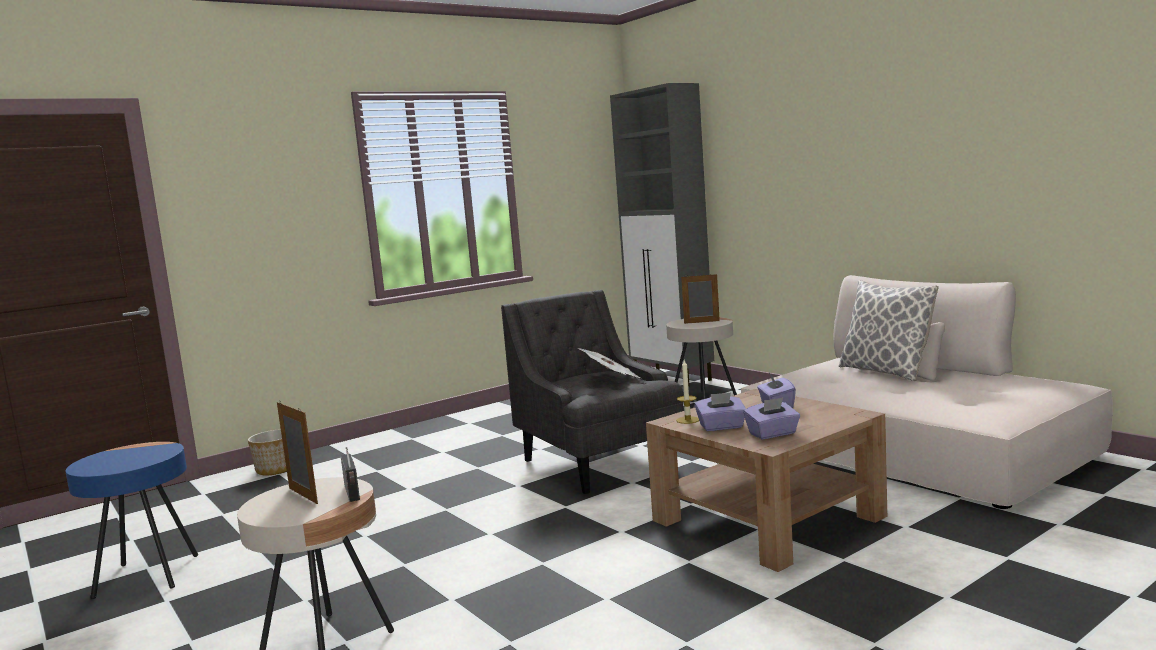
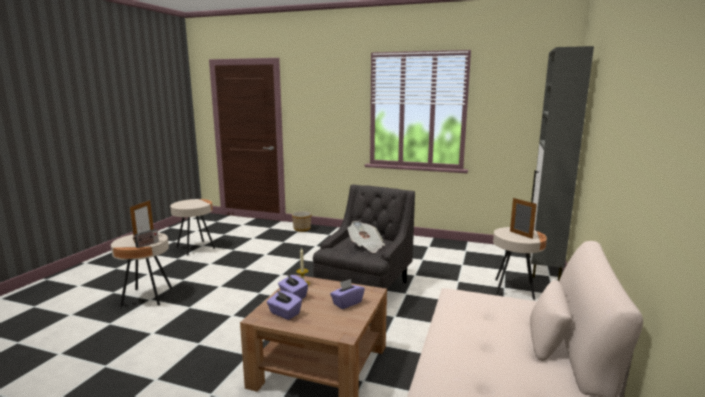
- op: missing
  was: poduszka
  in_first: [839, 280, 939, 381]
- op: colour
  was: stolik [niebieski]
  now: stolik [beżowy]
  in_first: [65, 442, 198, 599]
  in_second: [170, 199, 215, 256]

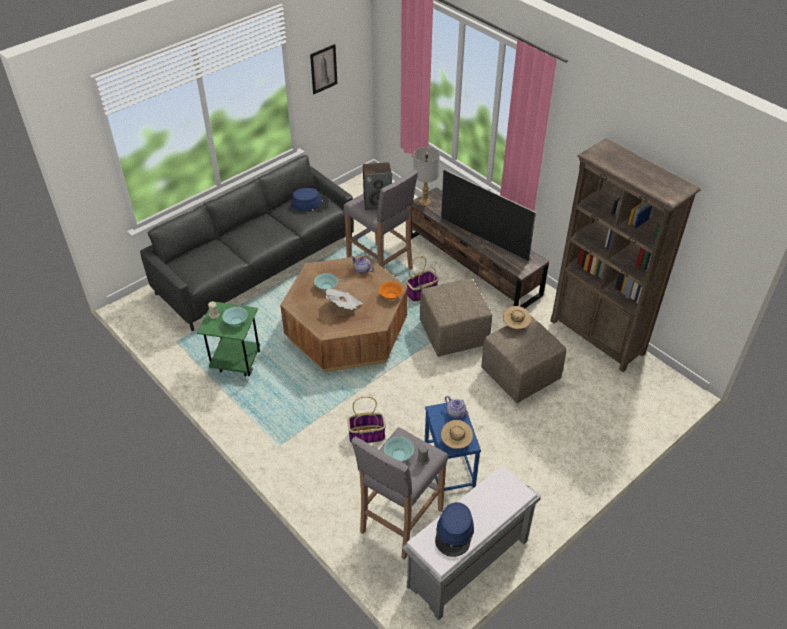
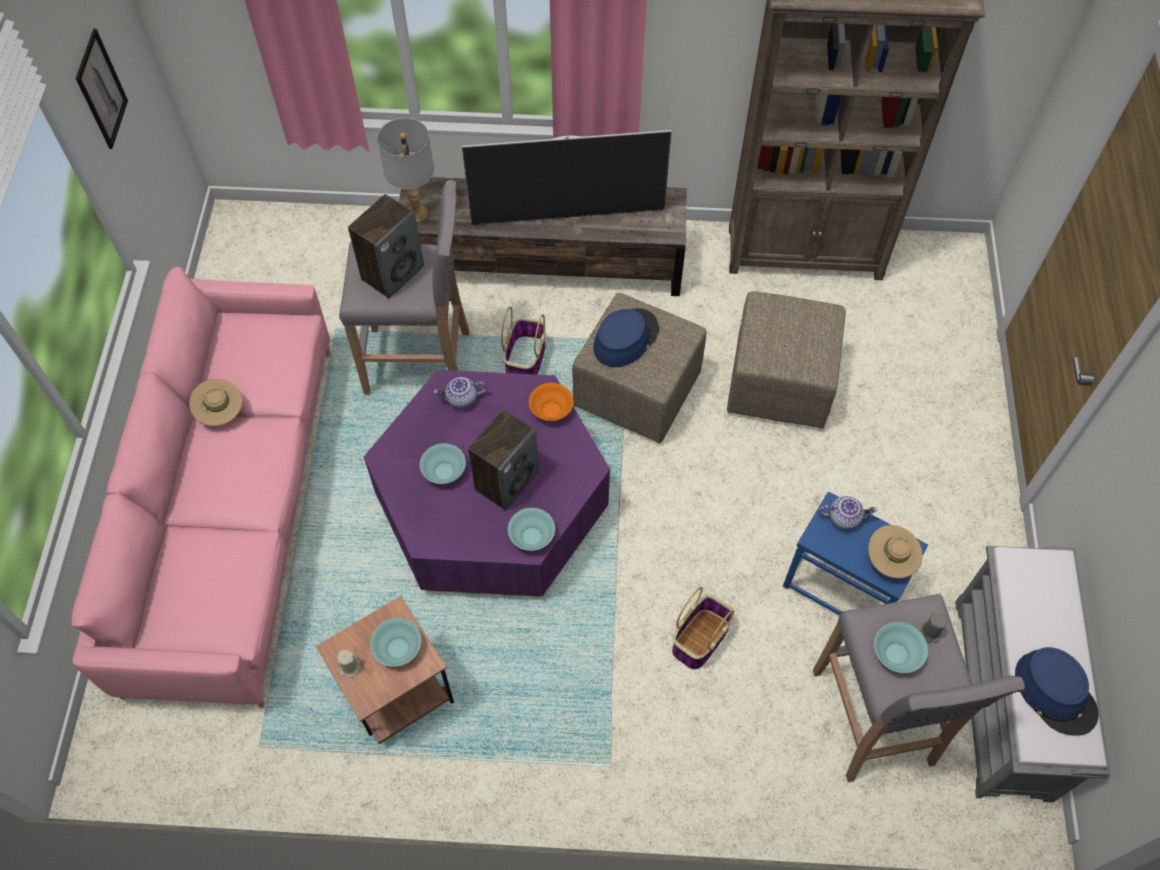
- op: appeared
  now: miska [turkusowy]
  in_second: [508, 508, 555, 551]
- op: relocated
  was: kapelusz [niebieski]
  in_first: [291, 188, 329, 212]
  in_second: [593, 308, 659, 367]
- op: relocated
  was: kapelusz [beżowy]
  in_first: [503, 306, 531, 329]
  in_second: [189, 379, 243, 426]
- op: exchanged
  was: gazeta
  now: głośnik
  in_first: [325, 288, 363, 310]
  in_second: [468, 409, 539, 511]
- op: colour
  was: kanapa [szary]
  now: kanapa [różowy]
  in_first: [140, 155, 354, 331]
  in_second: [71, 267, 331, 708]
- op: colour
  was: stolik [zielony]
  now: stolik [brązowy]
  in_first: [197, 301, 260, 376]
  in_second: [316, 596, 454, 744]
- op: colour
  was: ława [brązowy]
  now: ława [fioletowy]
  in_first: [280, 255, 408, 372]
  in_second: [364, 370, 610, 597]

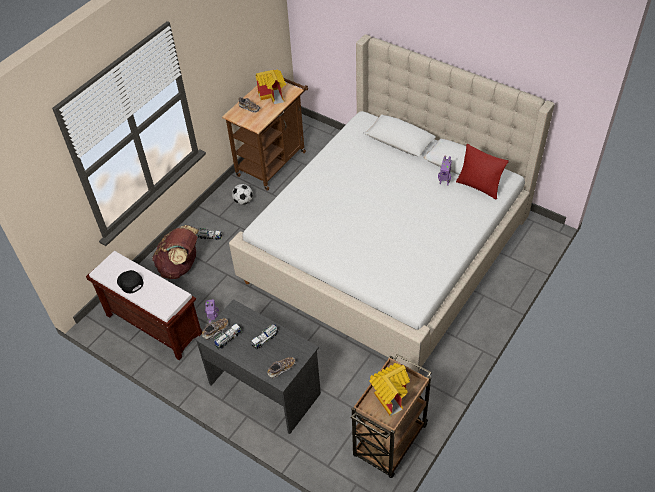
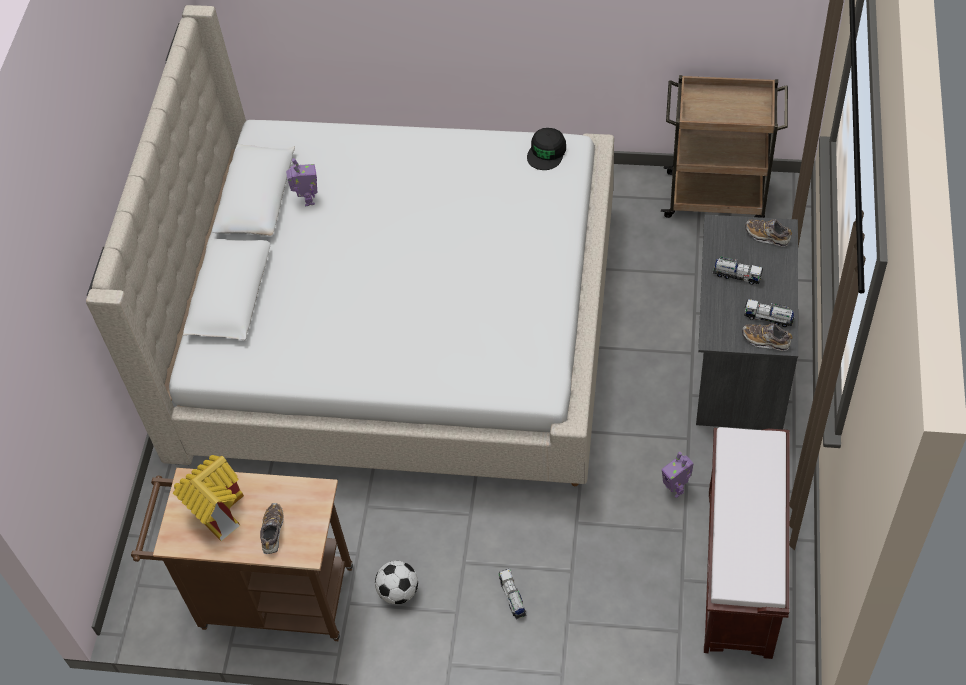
- op: missing
  was: plecak [brązowy]
  in_first: [152, 225, 199, 279]
- op: missing
  was: domek
  in_first: [369, 363, 410, 416]
- op: missing
  was: poduszka [czerwony]
  in_first: [456, 144, 509, 199]
- op: relocated
  was: czapka z daszkiem [czarny]
  in_first: [117, 270, 144, 293]
  in_second: [527, 128, 566, 170]

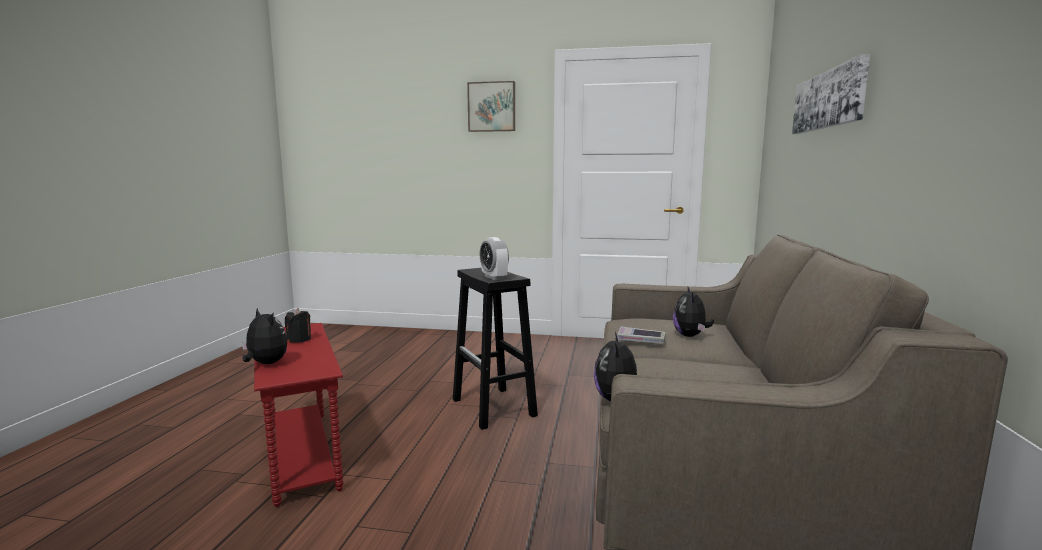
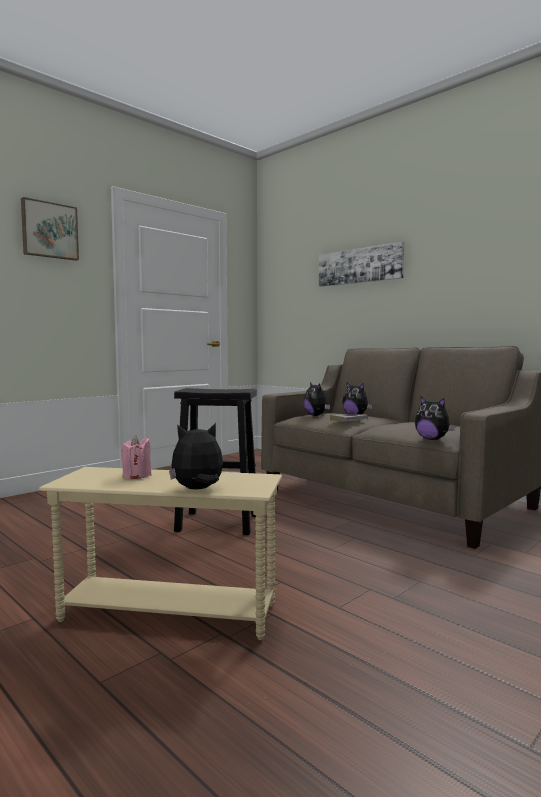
- op: missing
  was: budzik
  in_first: [480, 237, 509, 280]
- op: appeared
  now: pluszak
  in_second: [304, 382, 330, 416]
- op: colour
  was: stolik [czerwony]
  now: stolik [beżowy]
  in_first: [254, 323, 343, 507]
  in_second: [38, 467, 282, 640]
- op: colour
  was: świeca [czarny]
  now: świeca [różowy]
  in_first: [285, 308, 311, 343]
  in_second: [121, 436, 151, 479]

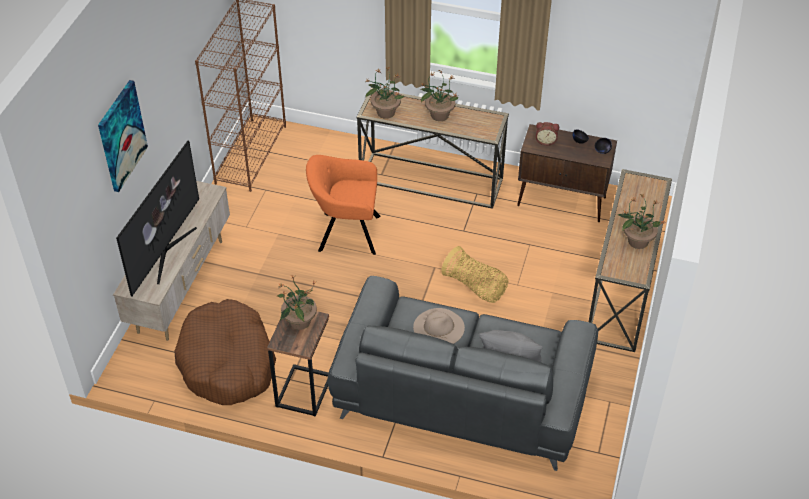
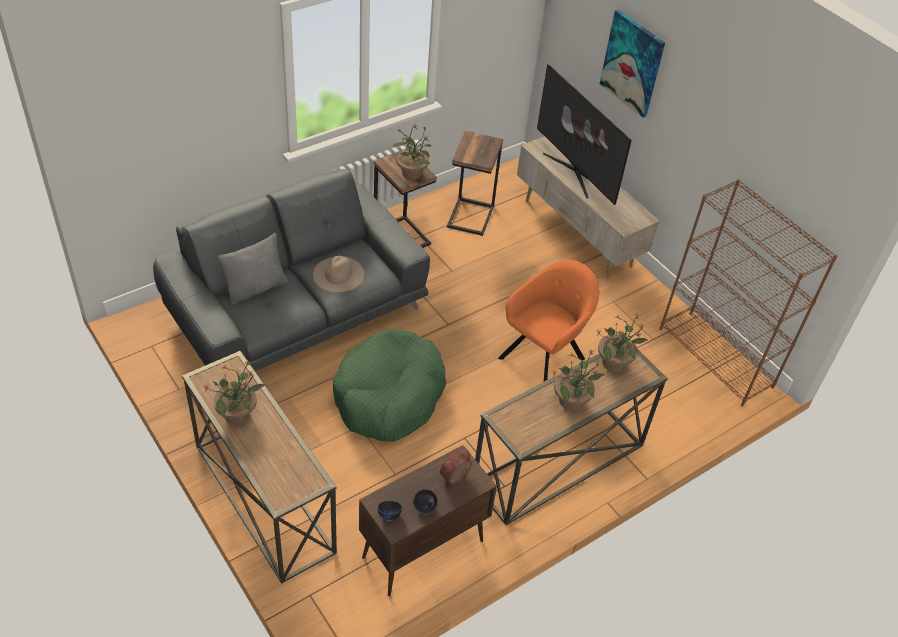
- op: exchanged
  was: legowisko [brązowy]
  now: stolik
  in_first: [174, 299, 276, 405]
  in_second: [447, 131, 503, 236]
- op: exchanged
  was: koszyk
  now: legowisko [zielony]
  in_first: [441, 246, 508, 303]
  in_second: [333, 329, 447, 442]

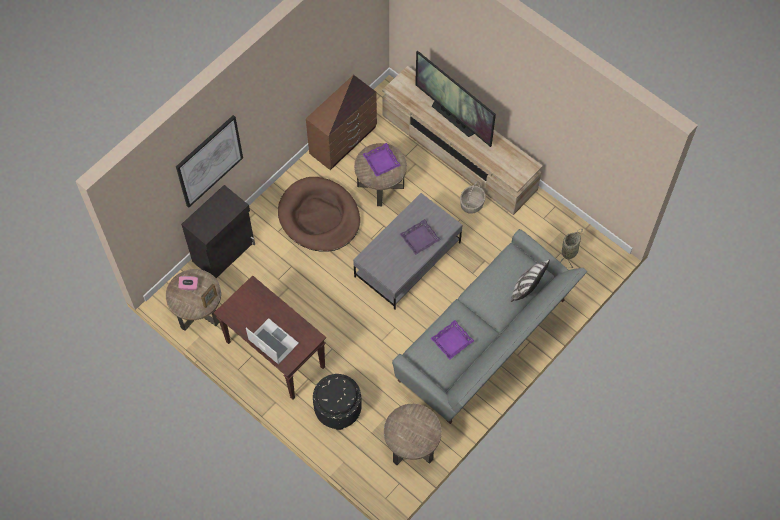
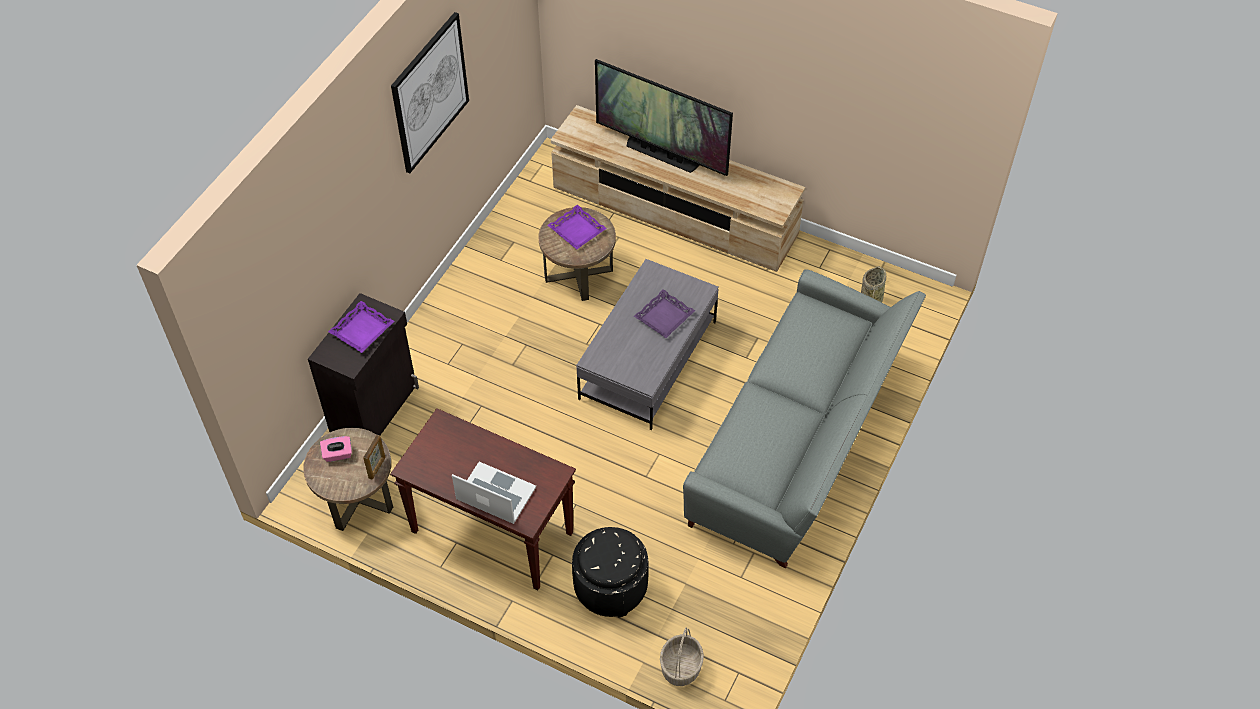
- op: missing
  was: legowisko [brązowy]
  in_first: [278, 177, 360, 252]
- op: missing
  was: komoda [brązowy]
  in_first: [306, 75, 377, 170]
- op: missing
  was: stolik [brązowy]
  in_first: [384, 404, 442, 465]
- op: missing
  was: poduszka
  in_first: [511, 260, 550, 302]
- op: relocated
  was: obraz
  in_first: [176, 115, 243, 208]
  in_second: [391, 12, 469, 173]
- op: relocated
  was: taca [fioletowy]
  in_first: [430, 320, 474, 360]
  in_second: [328, 301, 394, 353]
- op: relocated
  was: koszyk
  in_first: [460, 181, 486, 214]
  in_second: [660, 628, 704, 686]

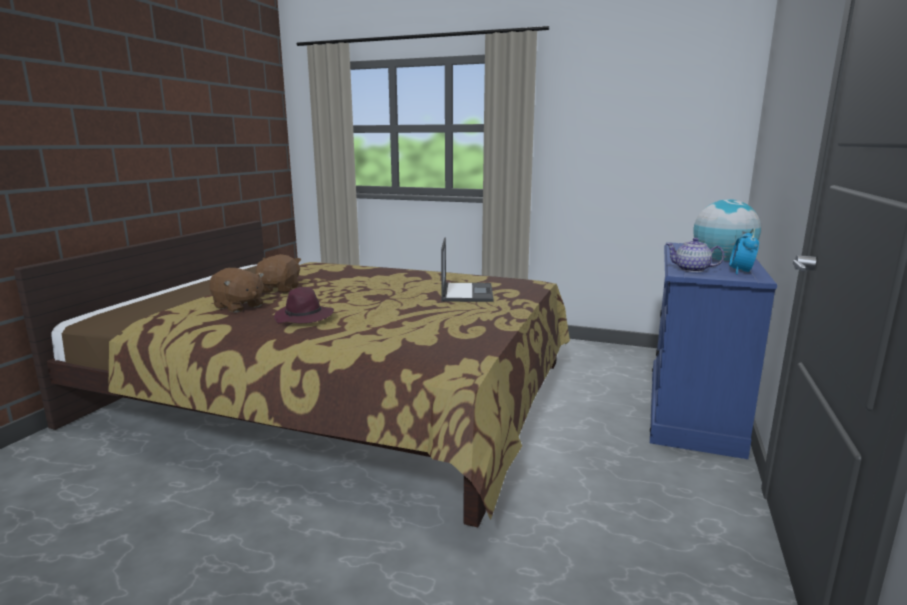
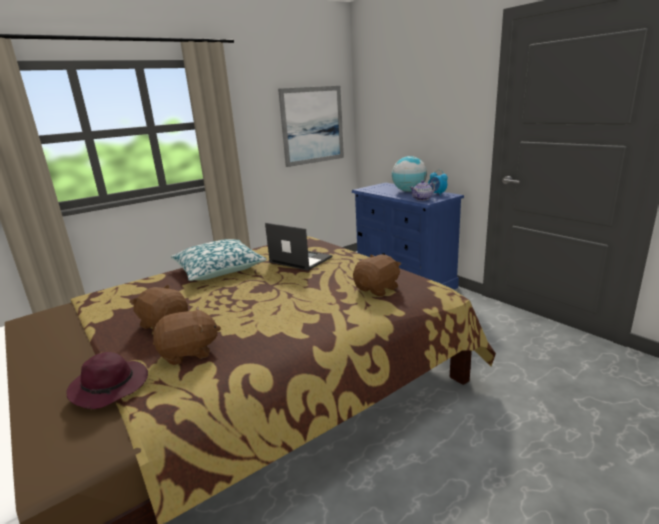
- op: appeared
  now: poduszka
  in_second: [171, 239, 266, 281]
- op: appeared
  now: obraz
  in_second: [278, 86, 344, 167]
- op: appeared
  now: pluszak [brązowy]
  in_second: [353, 254, 401, 297]
- op: relocated
  was: kapelusz [fioletowy]
  in_first: [274, 287, 334, 323]
  in_second: [67, 352, 148, 409]

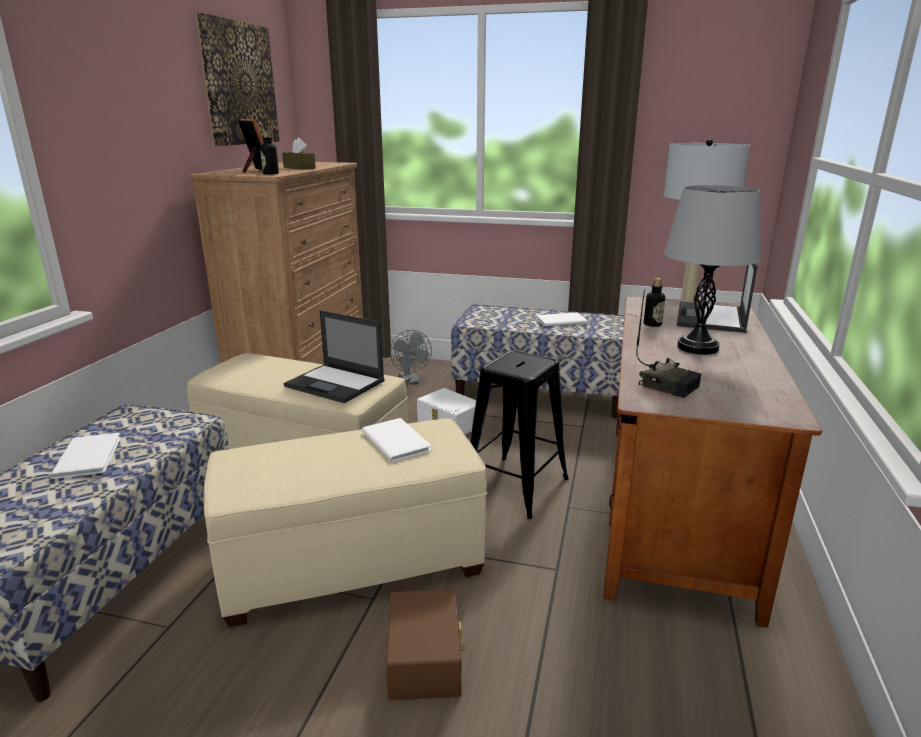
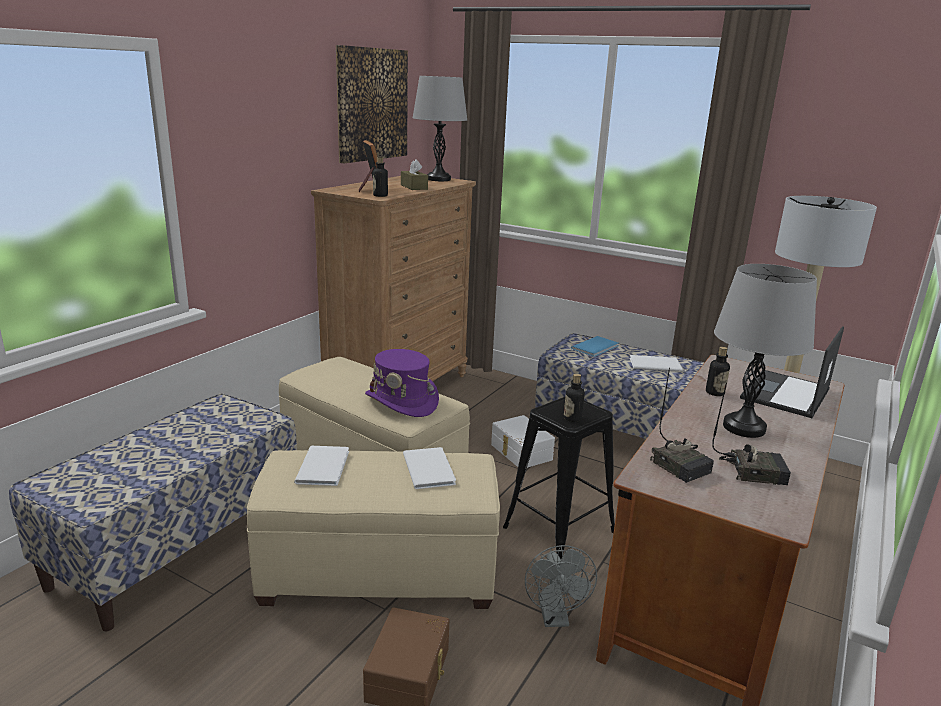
- op: appeared
  now: lampa stołowa [szary]
  in_second: [413, 76, 467, 181]
- op: appeared
  now: butelka
  in_second: [564, 374, 585, 422]
- op: appeared
  now: książka [niebieski]
  in_second: [571, 336, 619, 357]
- op: appeared
  now: radio
  in_second: [712, 382, 791, 485]
- op: relocated
  was: książka [biały]
  in_first: [50, 433, 121, 479]
  in_second: [294, 446, 349, 486]
- op: relocated
  was: wentylator [szary]
  in_first: [390, 330, 432, 384]
  in_second: [525, 545, 597, 627]
- op: exchanged
  was: laptop
  now: kapelusz [fioletowy]
  in_first: [283, 310, 385, 403]
  in_second: [365, 349, 439, 417]

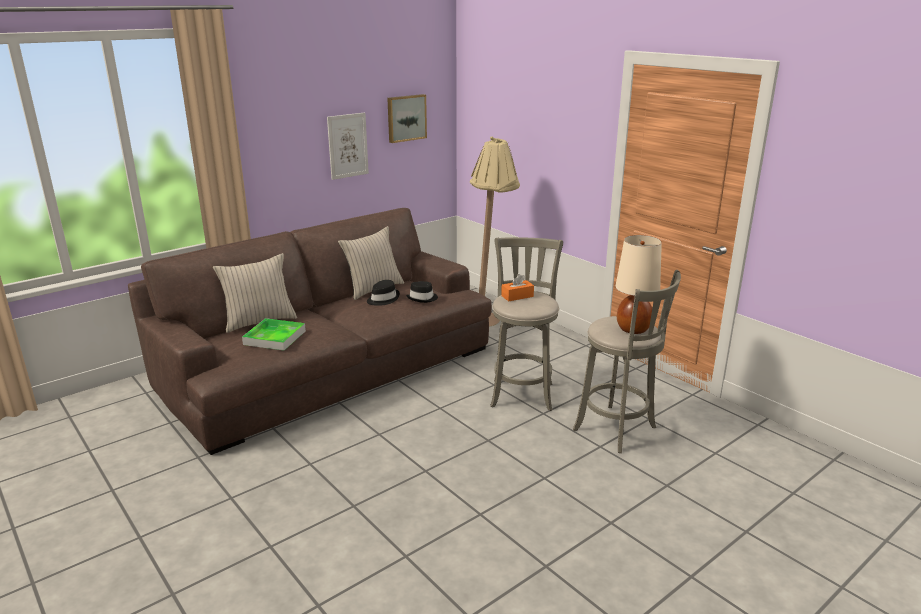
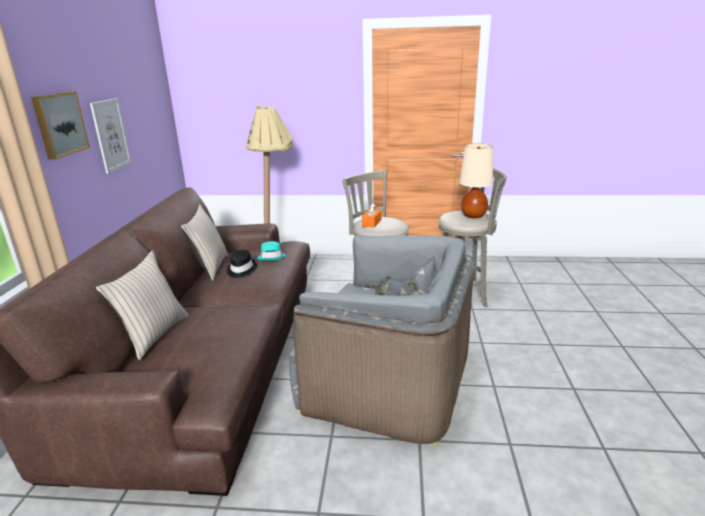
- op: missing
  was: taca
  in_first: [242, 318, 306, 351]
- op: appeared
  now: fotel [szary]
  in_second: [290, 235, 476, 445]
- op: relocated
  was: obraz
  in_first: [387, 94, 427, 143]
  in_second: [31, 91, 90, 159]
- op: colour
  was: kapelusz [czarny]
  now: kapelusz [turkusowy]
  in_first: [406, 281, 438, 303]
  in_second: [257, 241, 286, 261]

